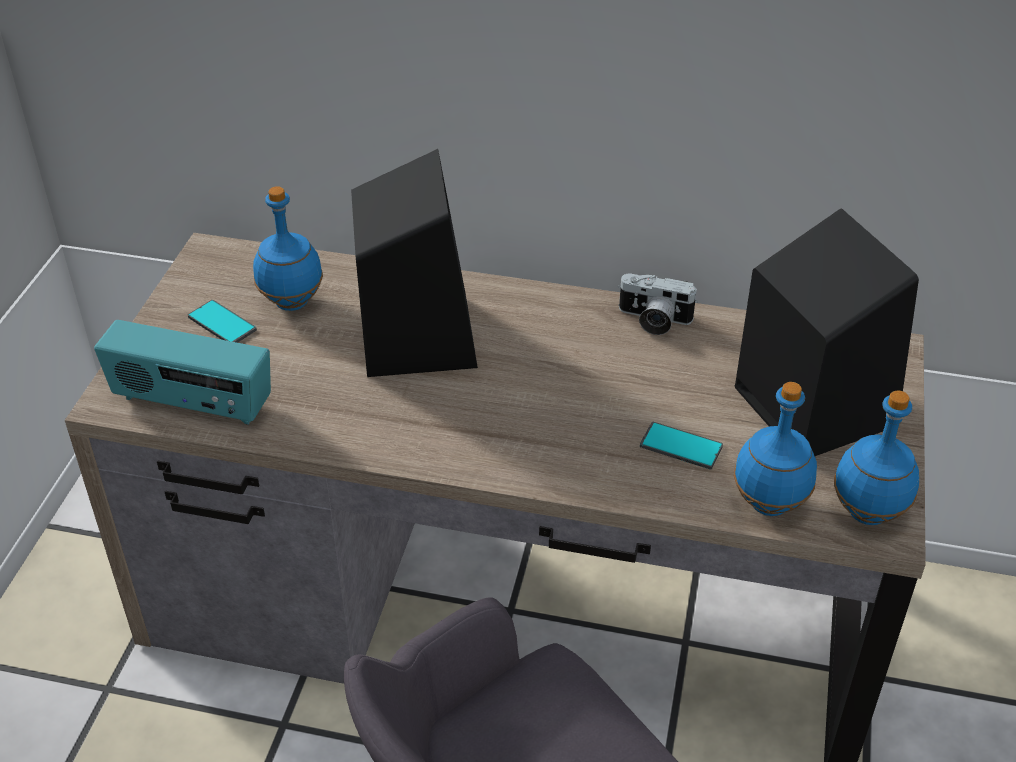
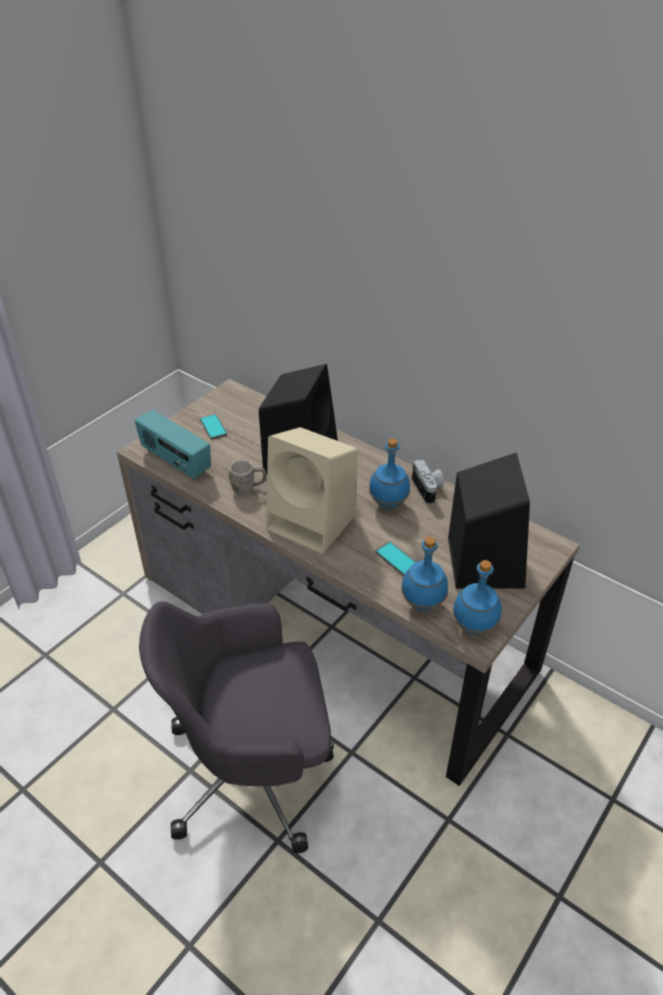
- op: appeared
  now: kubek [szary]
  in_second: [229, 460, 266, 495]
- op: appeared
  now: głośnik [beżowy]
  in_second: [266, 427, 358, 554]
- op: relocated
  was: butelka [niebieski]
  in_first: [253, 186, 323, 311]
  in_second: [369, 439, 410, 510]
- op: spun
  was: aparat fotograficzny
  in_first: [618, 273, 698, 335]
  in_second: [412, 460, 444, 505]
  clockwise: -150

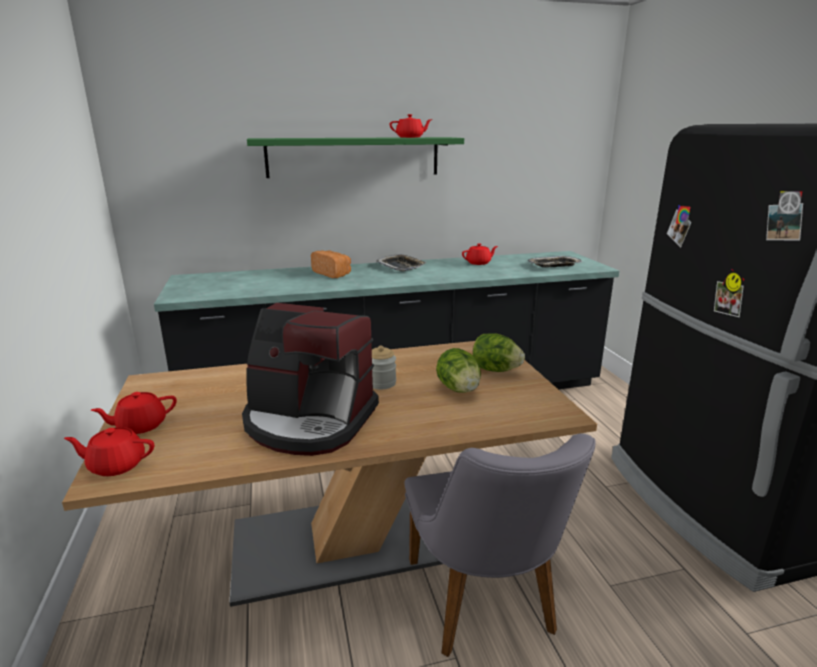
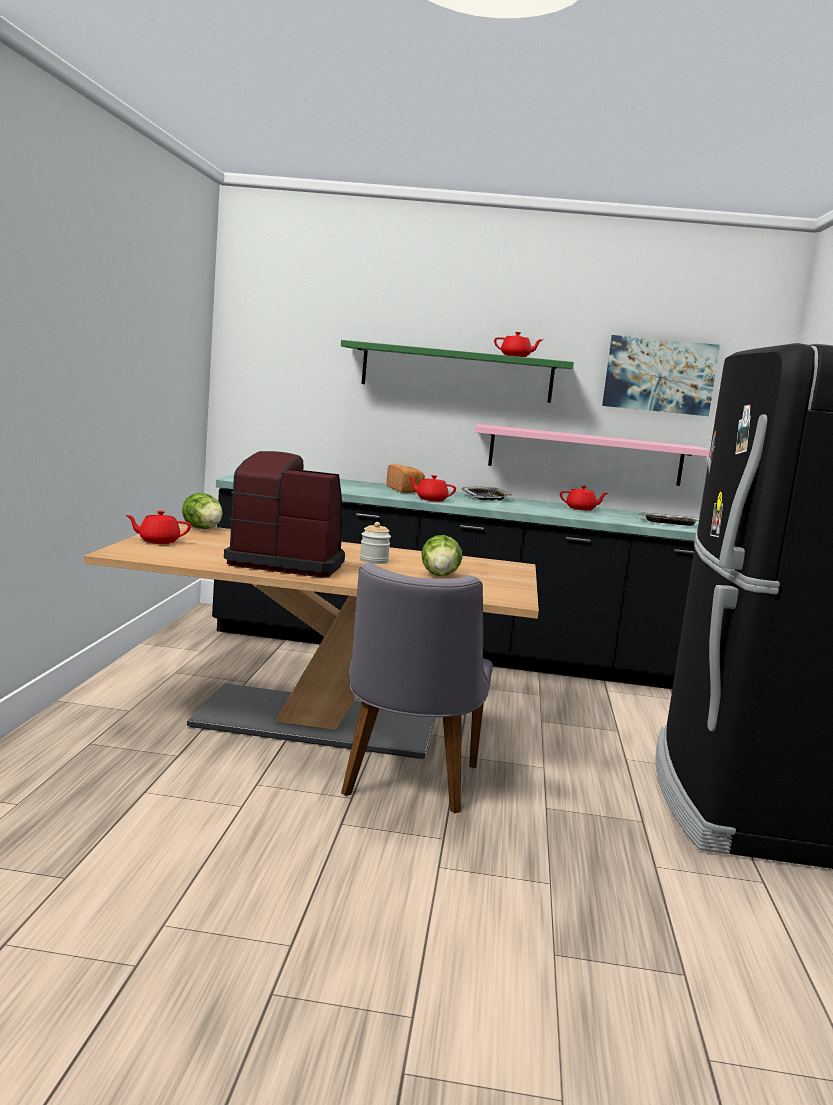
- op: appeared
  now: półka [różowy]
  in_second: [475, 424, 710, 486]
- op: appeared
  now: obraz
  in_second: [602, 335, 720, 416]
- op: relocated
  was: imbryk [czerwony]
  in_first: [64, 427, 154, 476]
  in_second: [409, 475, 456, 501]
- op: relocated
  was: sałata
  in_first: [473, 333, 525, 372]
  in_second: [182, 493, 223, 529]
- op: spun
  was: ekspres do kawy
  in_first: [242, 303, 379, 456]
  in_second: [224, 451, 345, 577]
  clockwise: 150

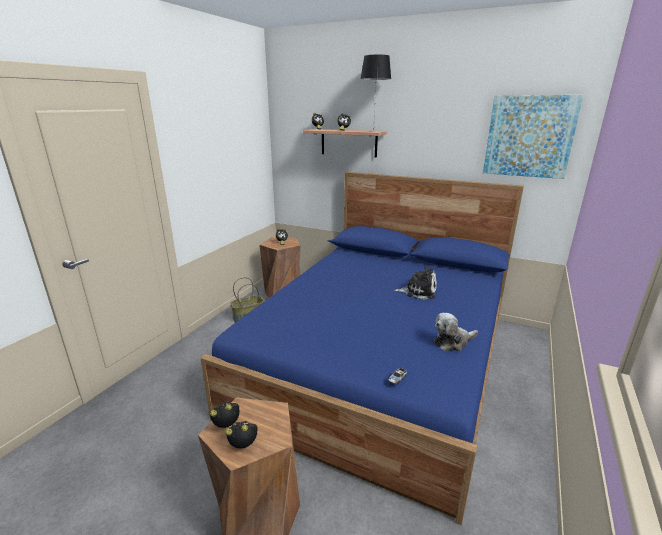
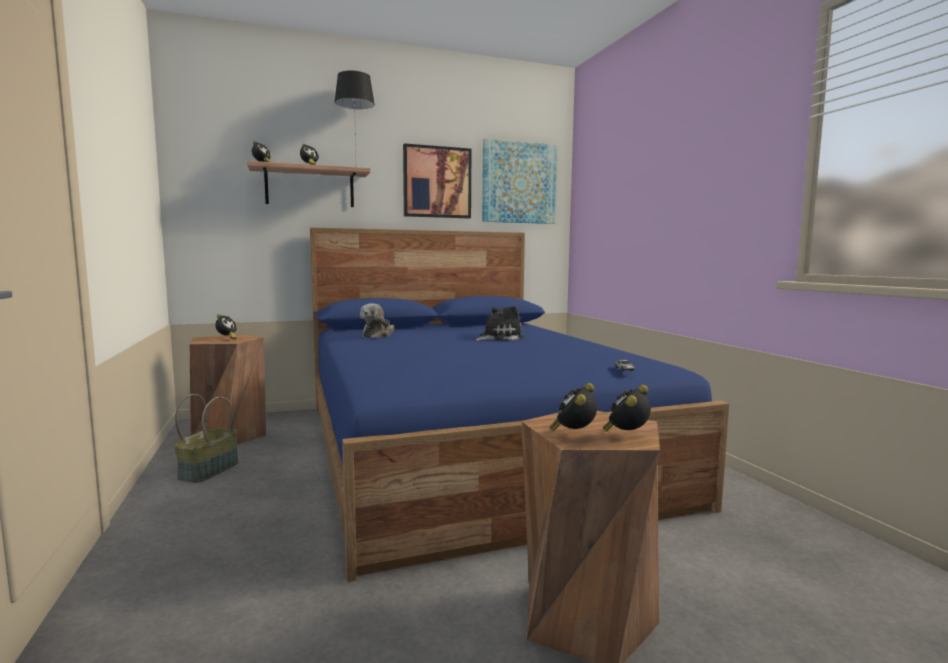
- op: appeared
  now: obraz
  in_second: [403, 143, 471, 218]
- op: relocated
  was: pluszak
  in_first: [434, 313, 478, 351]
  in_second: [360, 303, 395, 338]

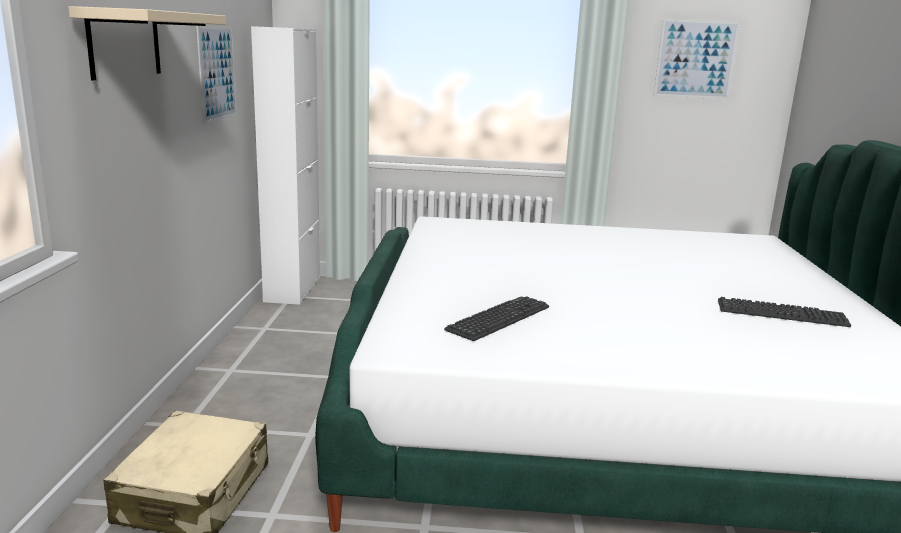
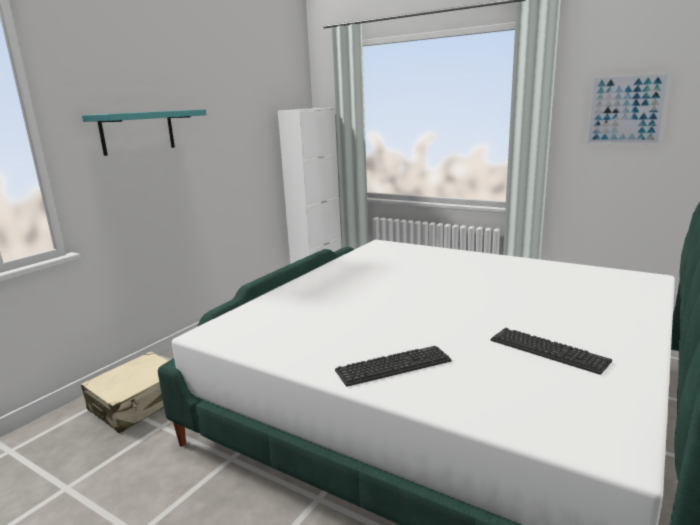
- op: missing
  was: obraz
  in_first: [197, 26, 237, 125]
- op: relocated
  was: klawiatura
  in_first: [444, 296, 549, 341]
  in_second: [335, 346, 452, 387]
- op: colour
  was: półka [beżowy]
  now: półka [turkusowy]
  in_first: [68, 6, 226, 80]
  in_second: [82, 110, 206, 156]

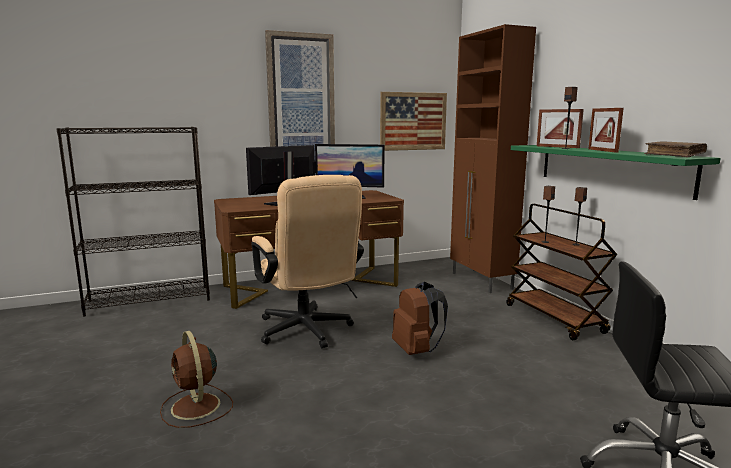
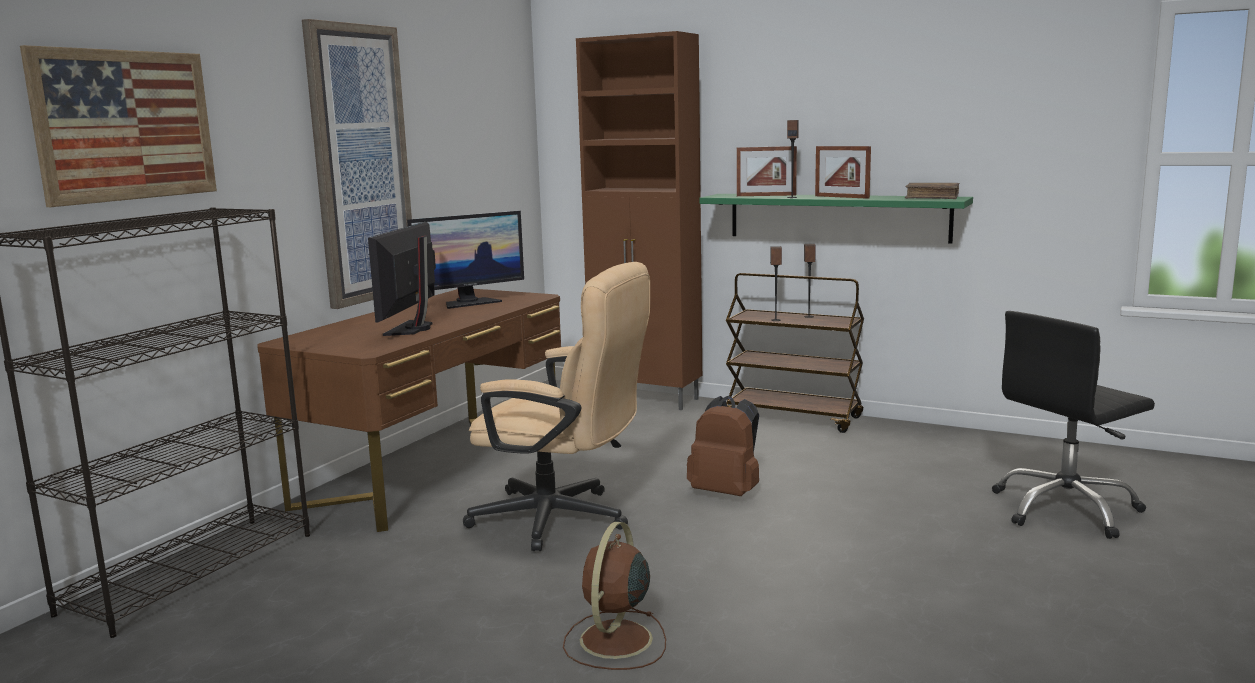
- op: relocated
  was: obraz
  in_first: [380, 92, 447, 151]
  in_second: [20, 45, 217, 207]
- op: spun
  was: wentylator [brązowy]
  in_first: [160, 331, 233, 428]
  in_second: [563, 522, 666, 670]
  clockwise: 90

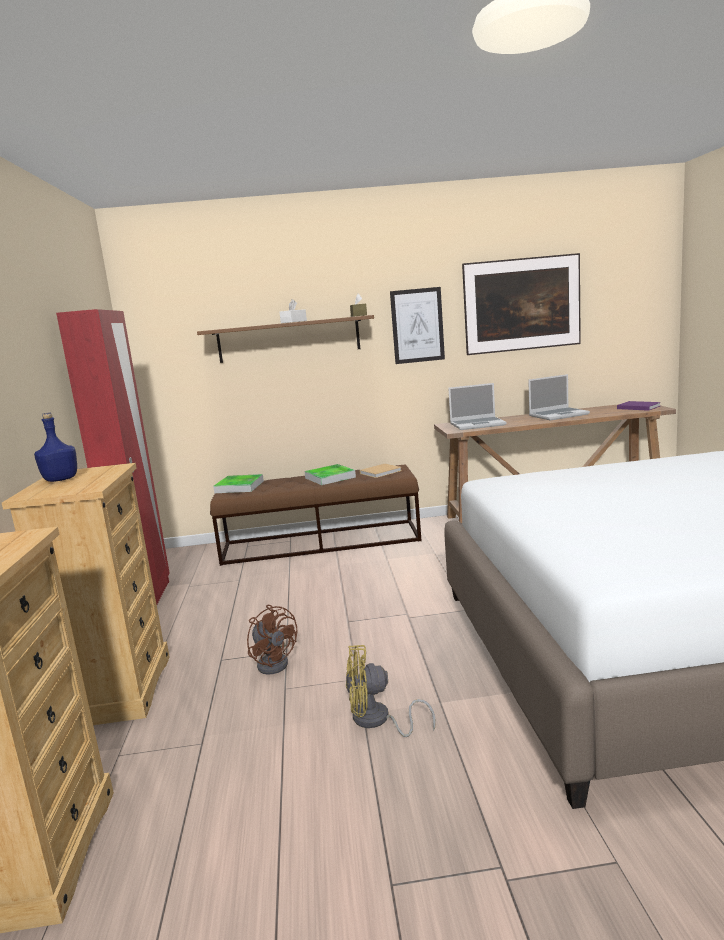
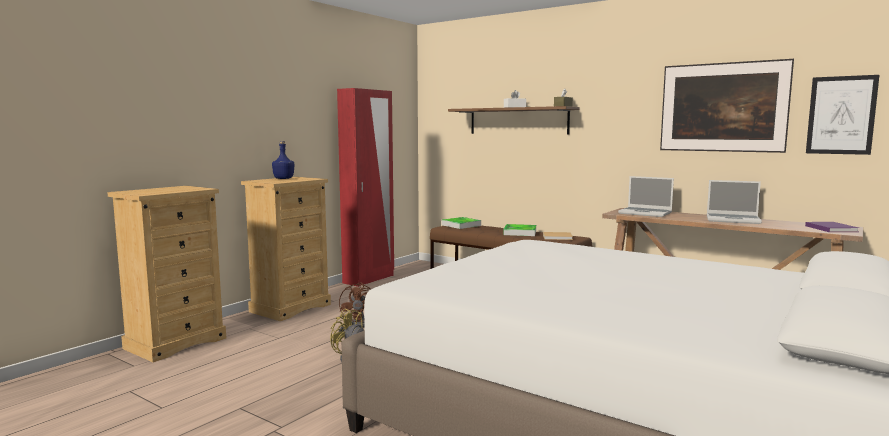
- op: relocated
  was: obraz
  in_first: [390, 287, 445, 364]
  in_second: [806, 75, 879, 155]

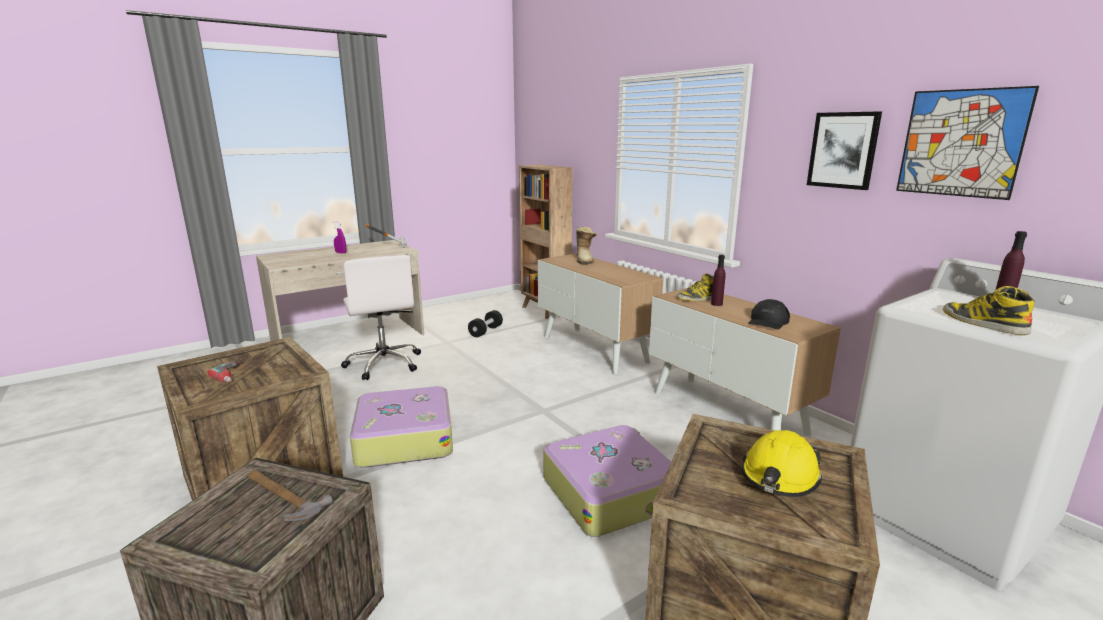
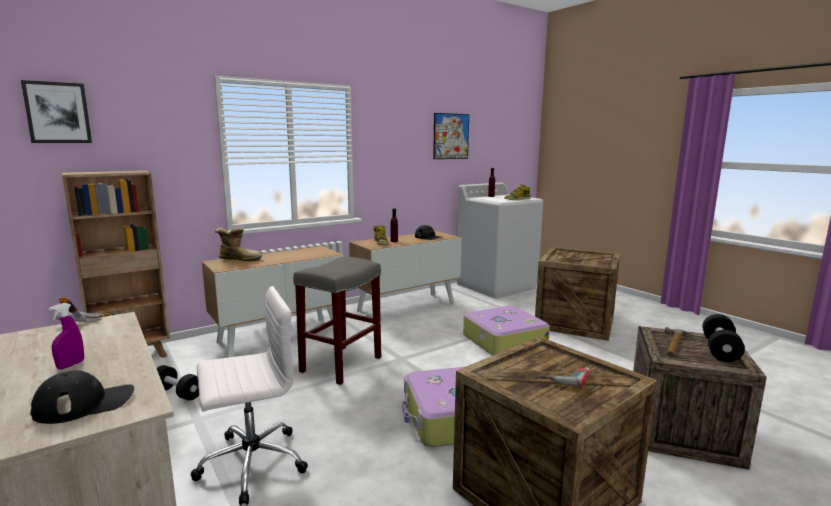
- op: missing
  was: kask [żółty]
  in_first: [742, 430, 822, 497]
- op: appeared
  now: czapka z daszkiem [czarny]
  in_second: [30, 370, 134, 424]
- op: appeared
  now: stołek [szary]
  in_second: [293, 257, 381, 385]
- op: appeared
  now: hantel [czarny]
  in_second: [702, 314, 745, 362]
- op: relocated
  was: obraz
  in_first: [807, 111, 882, 190]
  in_second: [21, 80, 92, 143]

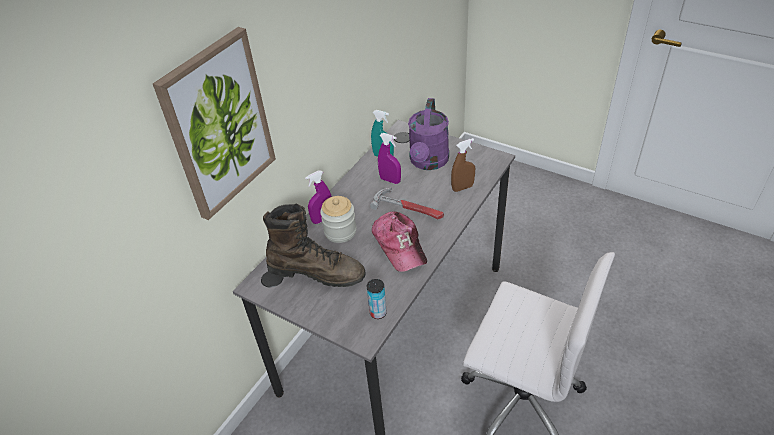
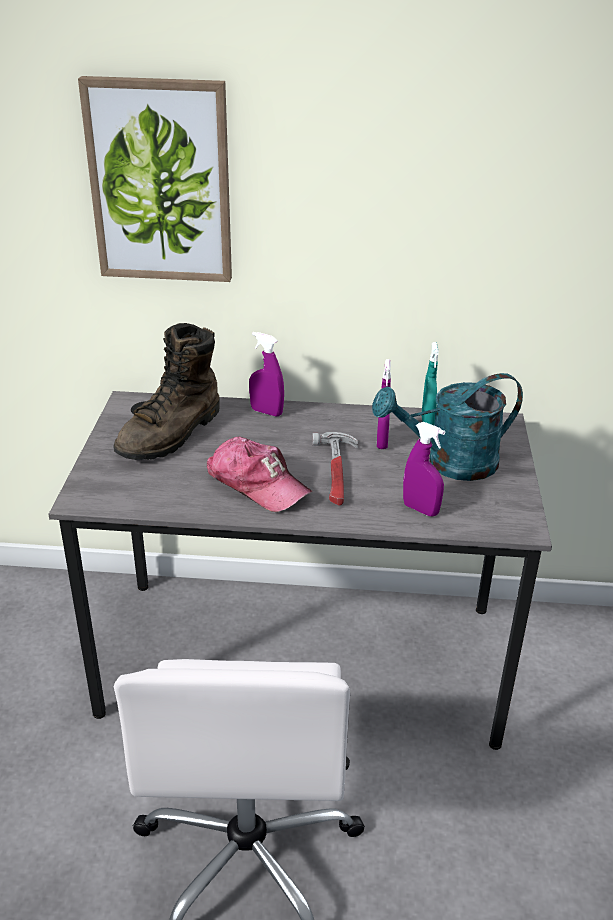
- op: missing
  was: słoik
  in_first: [320, 196, 357, 243]
- op: missing
  was: puszka
  in_first: [367, 279, 387, 319]
- op: colour
  was: konewka [fioletowy]
  now: konewka [turkusowy]
  in_first: [408, 98, 449, 170]
  in_second: [372, 373, 523, 481]
- op: colour
  was: spryskiwacz [brązowy]
  now: spryskiwacz [fioletowy]
  in_first: [451, 138, 475, 192]
  in_second: [403, 422, 445, 516]
- op: spun
  was: but z cholewką [brązowy]
  in_first: [263, 203, 366, 287]
  in_second: [113, 323, 220, 460]
  clockwise: 45
- op: spun
  was: czapka z daszkiem
  in_first: [372, 211, 427, 272]
  in_second: [207, 437, 312, 512]
  clockwise: -90

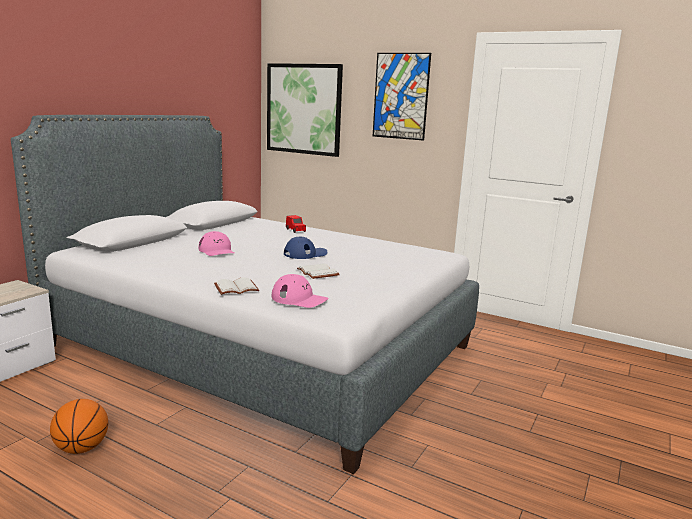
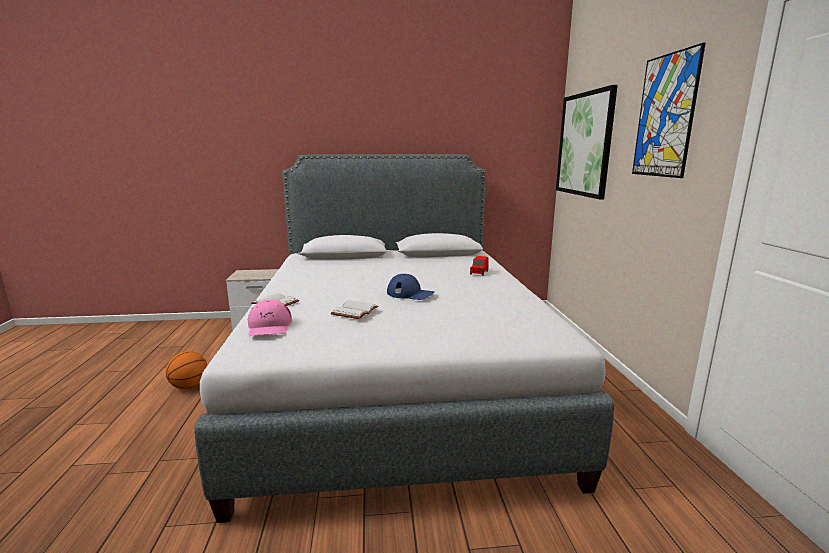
- op: missing
  was: czapka z daszkiem [różowy]
  in_first: [199, 231, 234, 256]

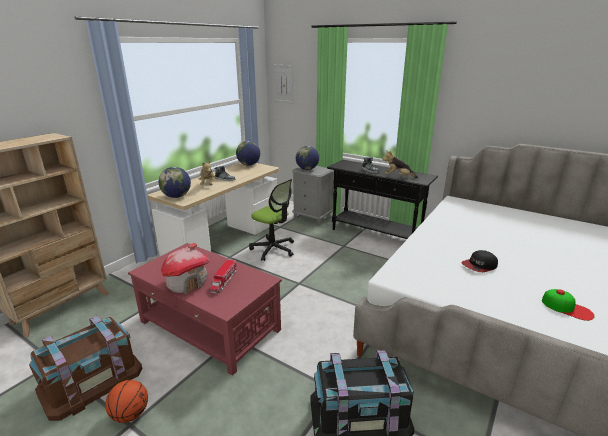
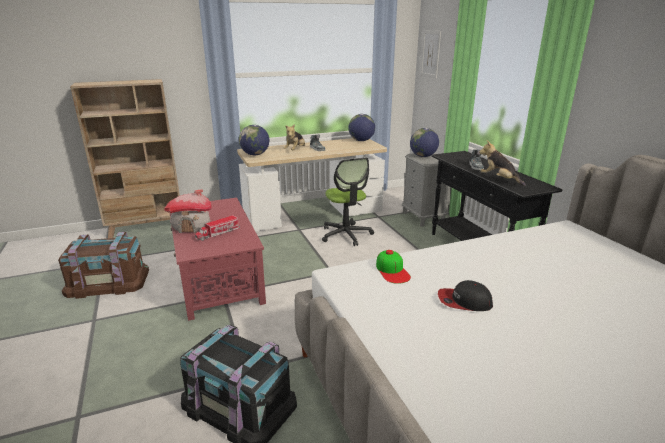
- op: missing
  was: piłka do koszykówki
  in_first: [105, 380, 148, 423]
- op: relocated
  was: czapka z daszkiem
  in_first: [542, 289, 594, 321]
  in_second: [376, 250, 411, 284]

